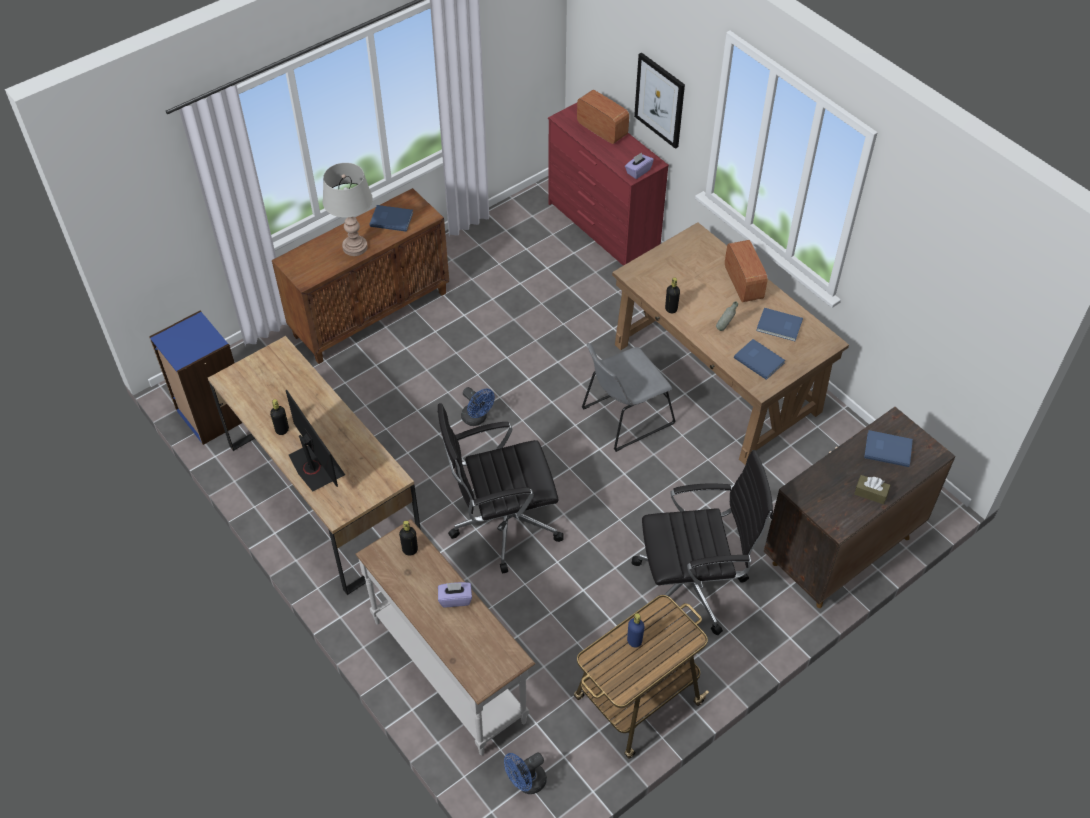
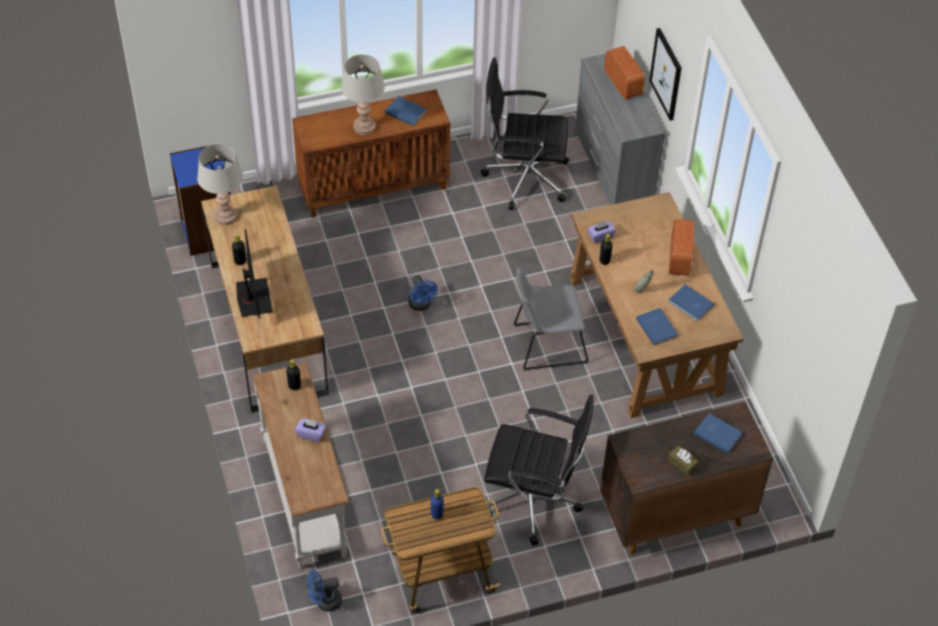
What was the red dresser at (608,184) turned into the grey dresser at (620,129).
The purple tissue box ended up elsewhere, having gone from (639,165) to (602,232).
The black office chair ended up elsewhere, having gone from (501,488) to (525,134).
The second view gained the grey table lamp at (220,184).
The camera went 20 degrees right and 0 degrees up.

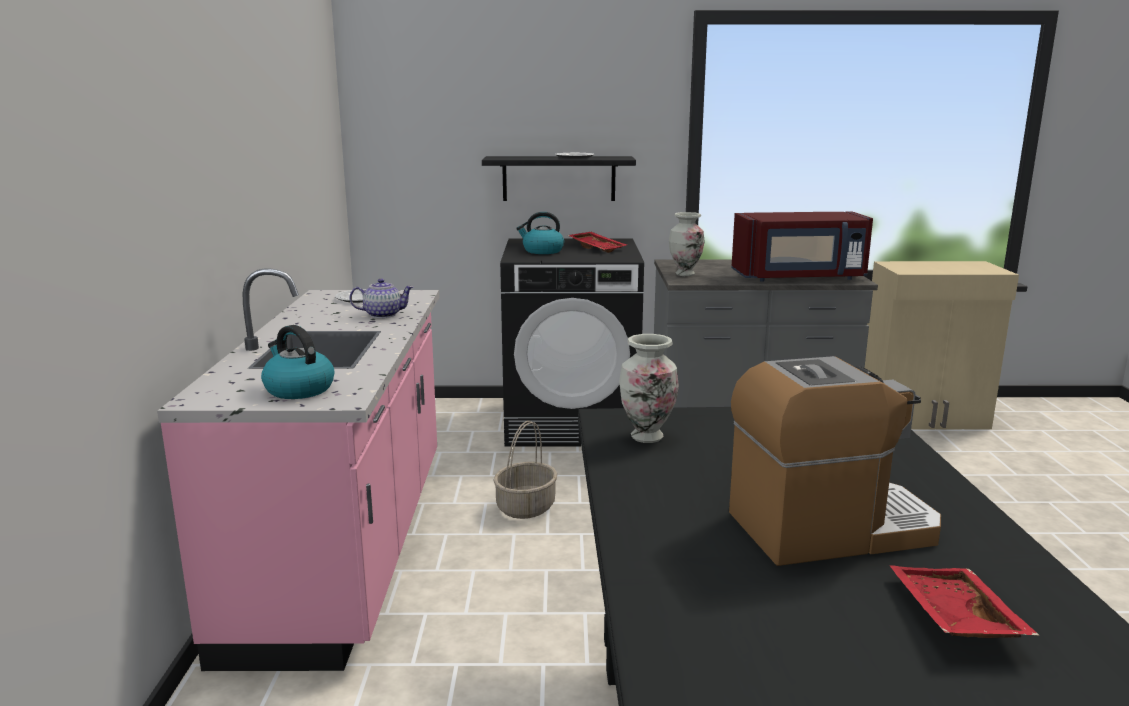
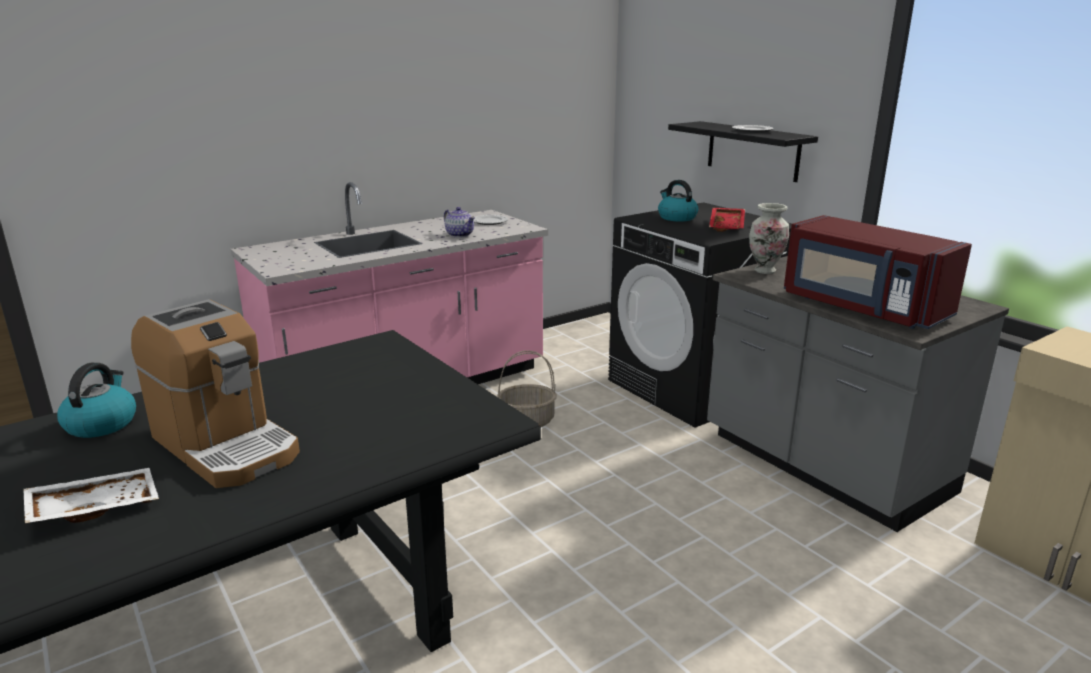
The kettle ended up elsewhere, having gone from (297,362) to (96,400).
The second view lost the vase at (649,388).
What was the red tray at (964,601) turned into the white tray at (91,495).
The camera went 55 degrees right and 5 degrees up.

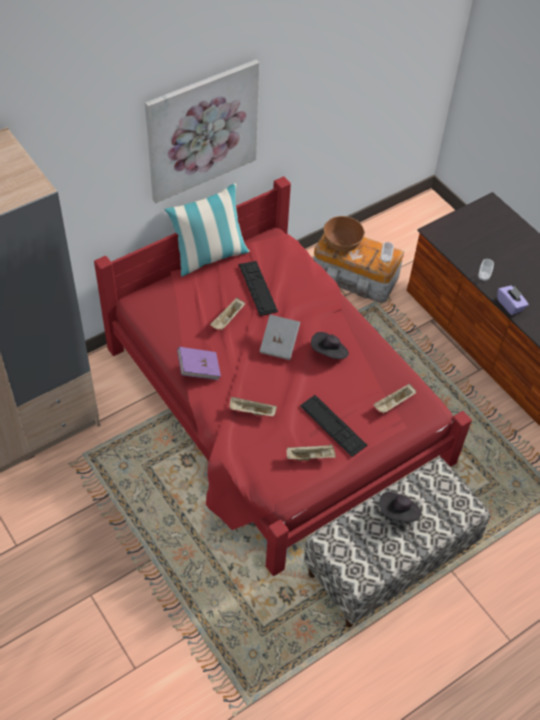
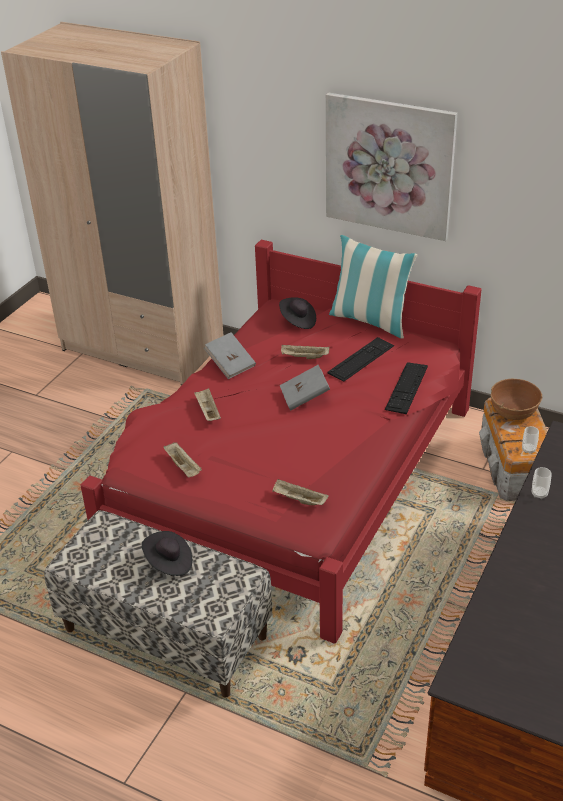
The second view lost the purple tissue box at (513,300).
The black hat ended up elsewhere, having gone from (330,345) to (297,313).
What was the purple book at (199,363) turned into the grey book at (230,355).
The keyboard ended up elsewhere, having gone from (333,426) to (406,388).
The camera went 65 degrees right and 15 degrees down.

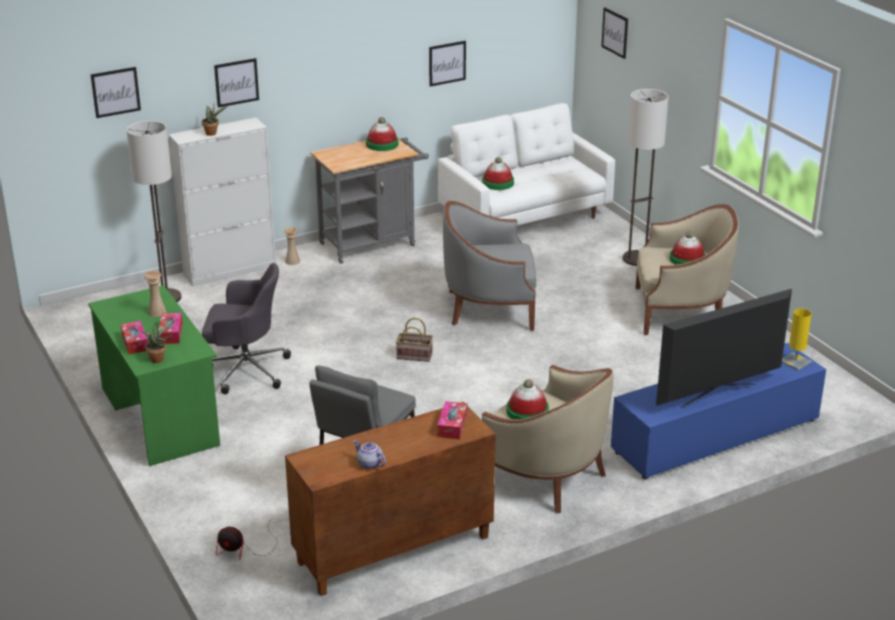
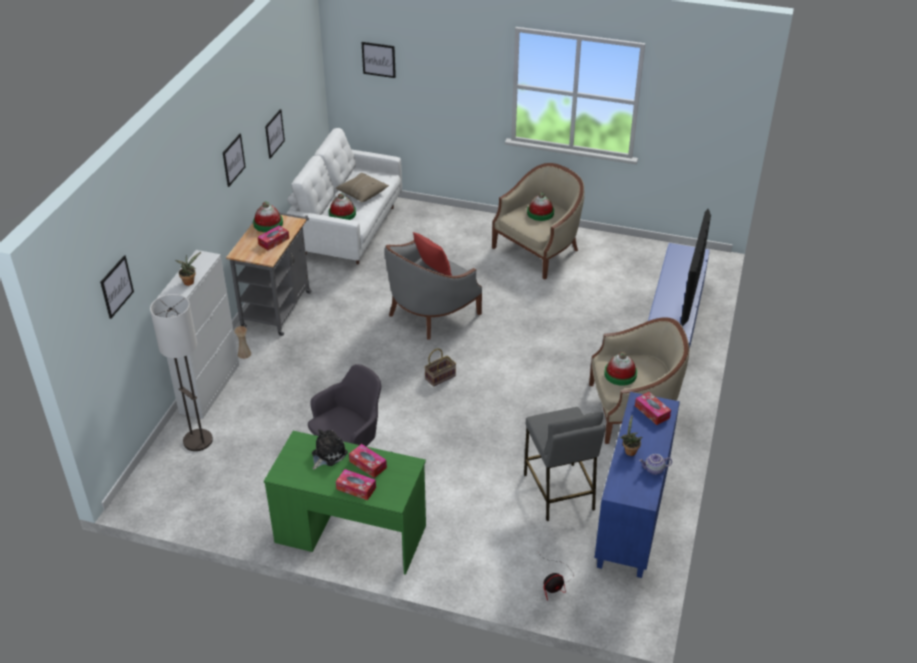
The picture ended up elsewhere, having gone from (236,83) to (234,160).
The second view lost the floor lamp at (646,177).
Where the beige vase stood at (155,294), the plush toy came to stand at (330,449).
The second view lost the yellow table lamp at (797,339).
The potted plant ended up elsewhere, having gone from (157,341) to (631,435).
What was the brown cabinet at (390,499) turned into the blue cabinet at (637,485).
The second view gained the beige pillow at (362,187).
The second view gained the tissue box at (273,238).
The second view gained the red pillow at (432,254).
The camera went 45 degrees left and 10 degrees up.

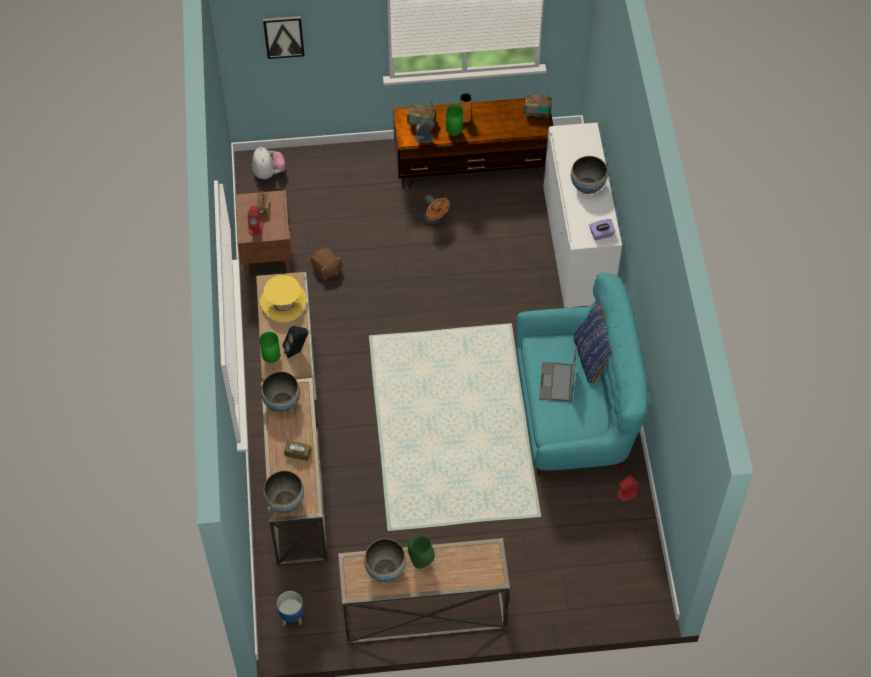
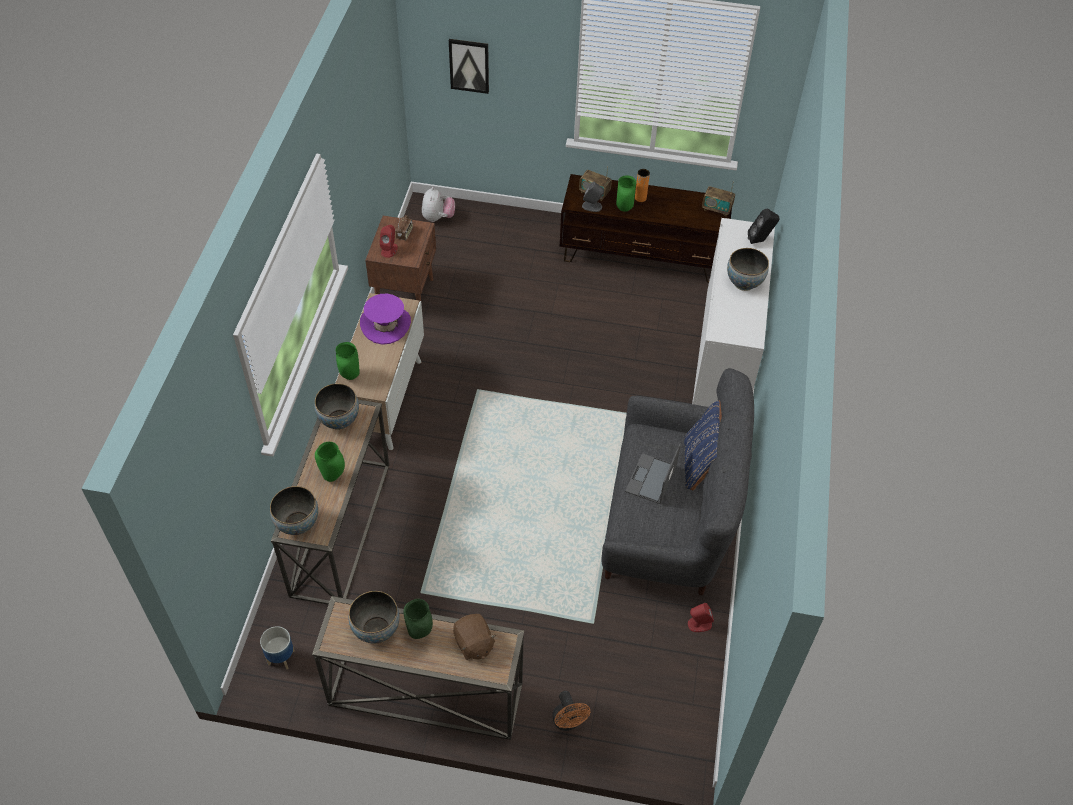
The orange fan ended up elsewhere, having gone from (436,210) to (571,711).
The second view lost the purple tissue box at (602,229).
The brown plush toy ended up elsewhere, having gone from (326,264) to (474,637).
What was the turquoise sofa at (582,374) turned into the grey sofa at (677,482).
What was the yellow hat at (283,299) turned into the purple hat at (385,319).
The black speaker ended up elsewhere, having gone from (295,342) to (763,226).
Where the brown tissue box stood at (297,450), the green vase came to stand at (330,462).
The camera went 15 degrees right and 5 degrees down.

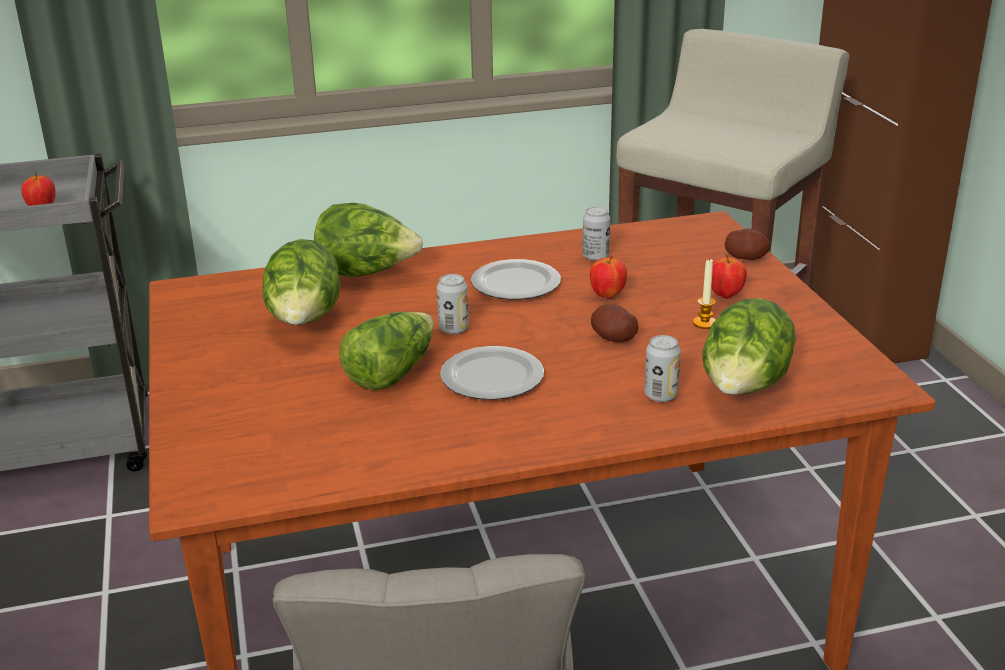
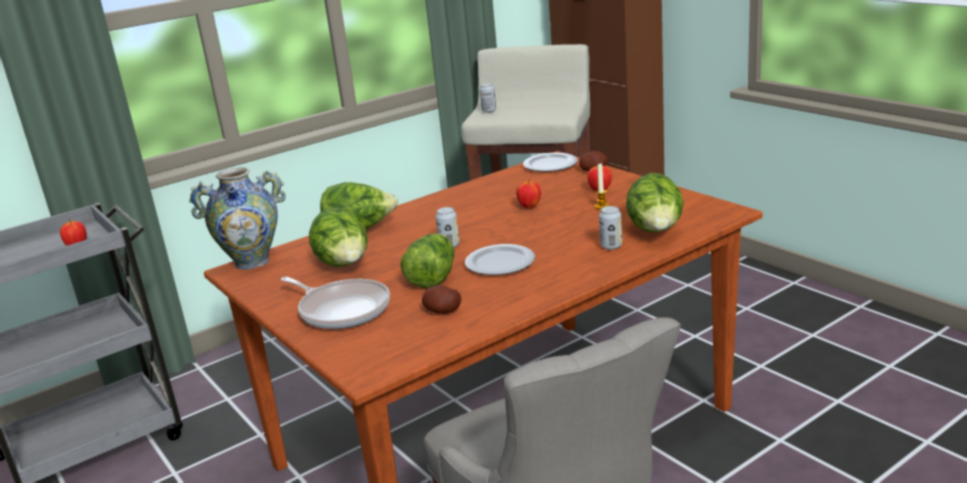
The can ended up elsewhere, having gone from (596,234) to (488,98).
The plate ended up elsewhere, having gone from (516,279) to (550,162).
The potato ended up elsewhere, having gone from (615,323) to (441,299).
The second view gained the vase at (237,218).
The second view gained the frying pan at (335,303).
The camera went 20 degrees left and 5 degrees down.

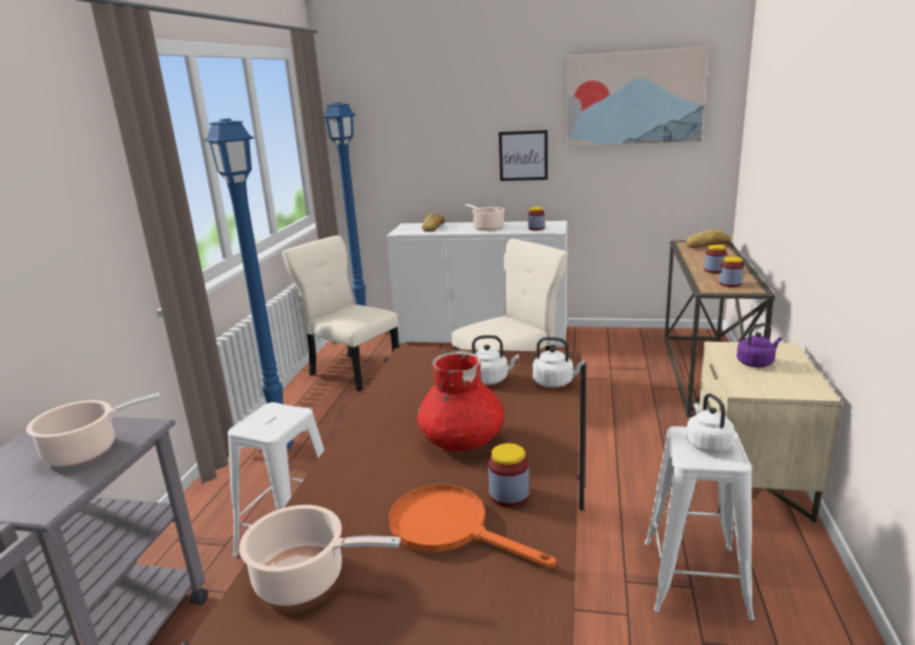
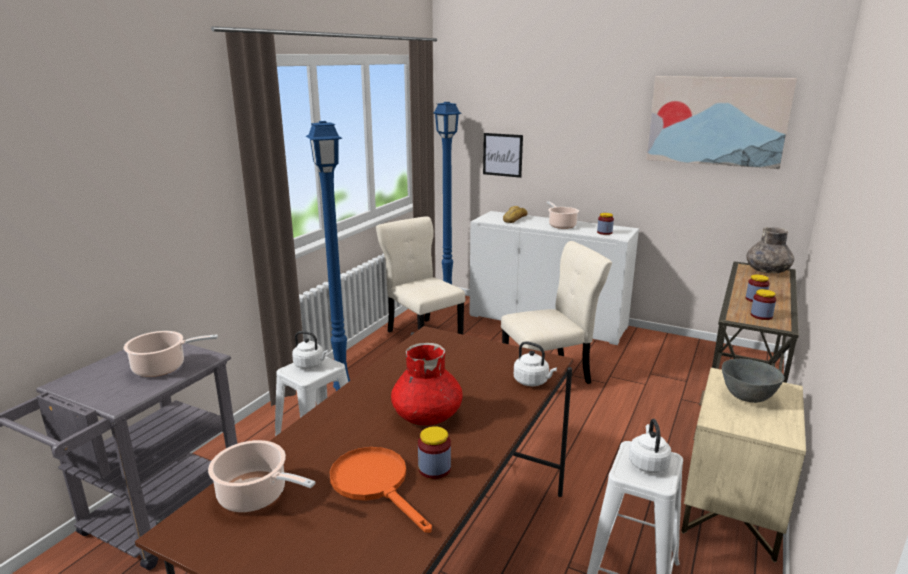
The picture ended up elsewhere, having gone from (523,155) to (503,155).
Where the bread stood at (708,238), the grey vase came to stand at (770,250).
Where the purple kettle stood at (759,345), the grey bowl came to stand at (753,381).
The white kettle ended up elsewhere, having gone from (495,360) to (310,350).
The camera went 15 degrees right and 0 degrees up.

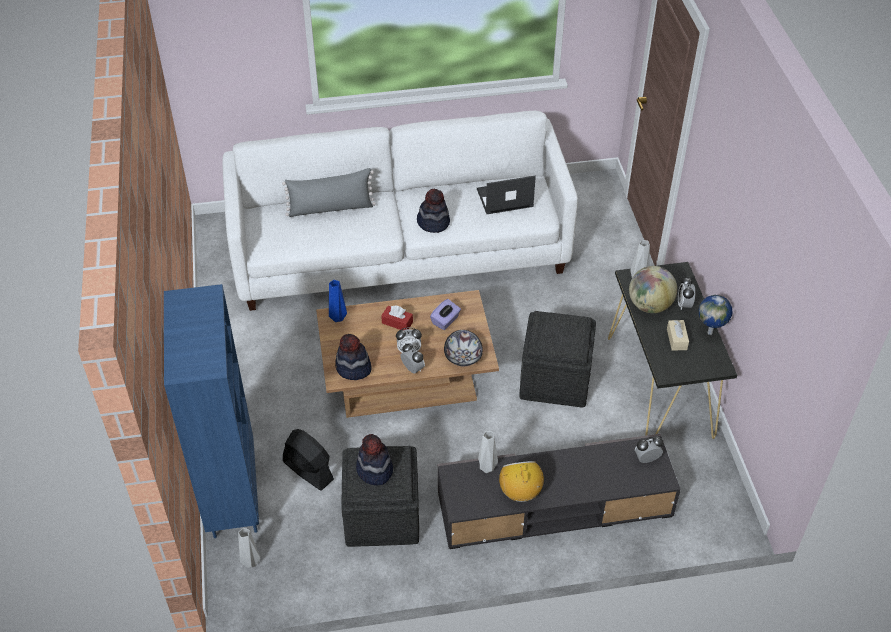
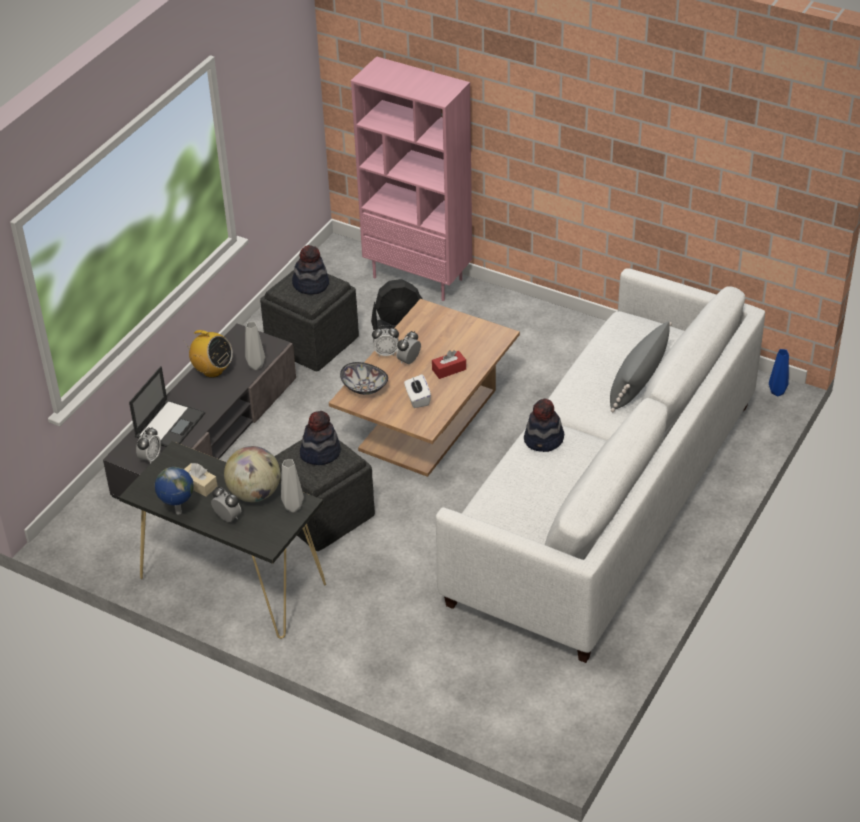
The laptop ended up elsewhere, having gone from (506,194) to (167,406).
The blue vase ended up elsewhere, having gone from (338,301) to (779,372).
What was the blue bookcase at (211,411) turned into the pink bookcase at (411,178).
What was the purple tissue box at (445,314) turned into the white tissue box at (417,391).
The hat ended up elsewhere, having gone from (353,357) to (320,438).
The second view lost the grey vase at (249,548).
The camera went 130 degrees right and 5 degrees down.

